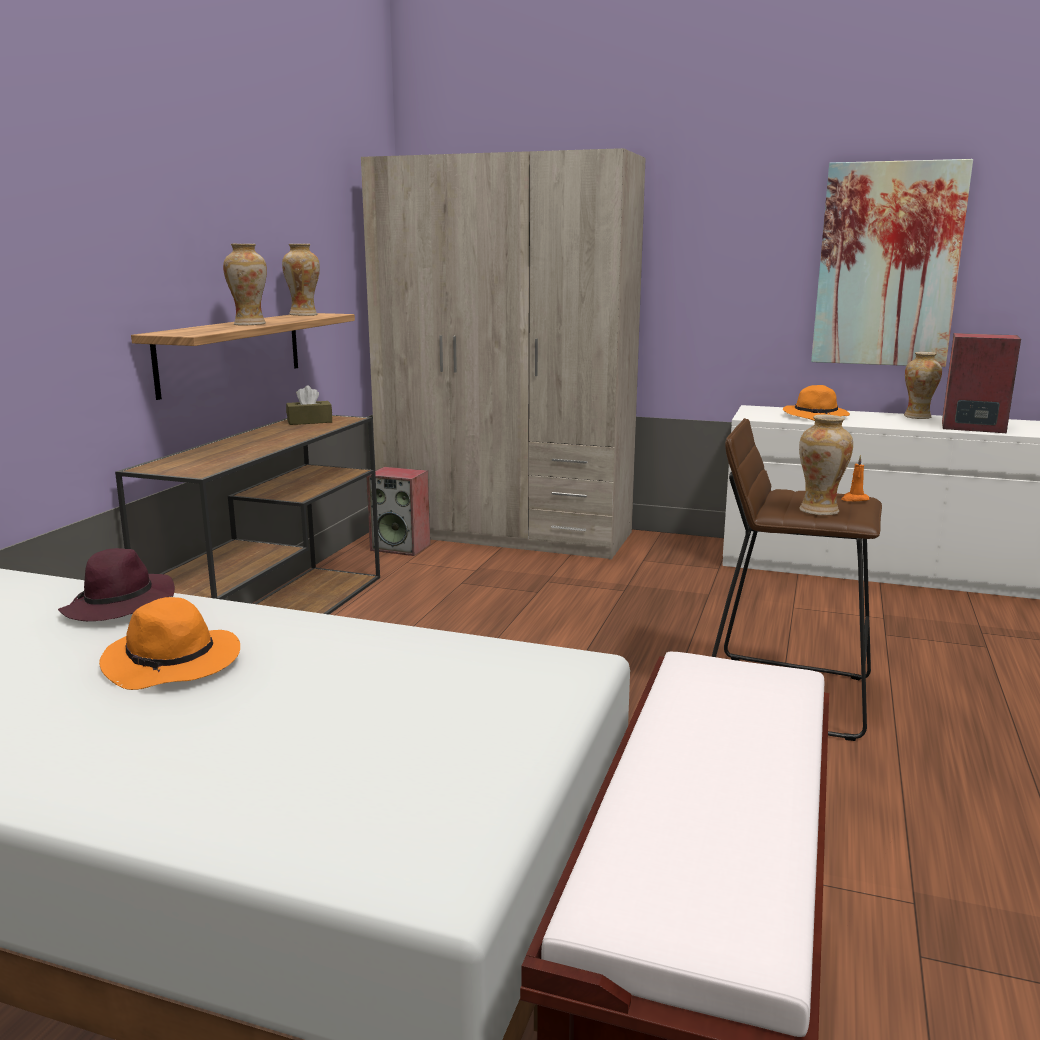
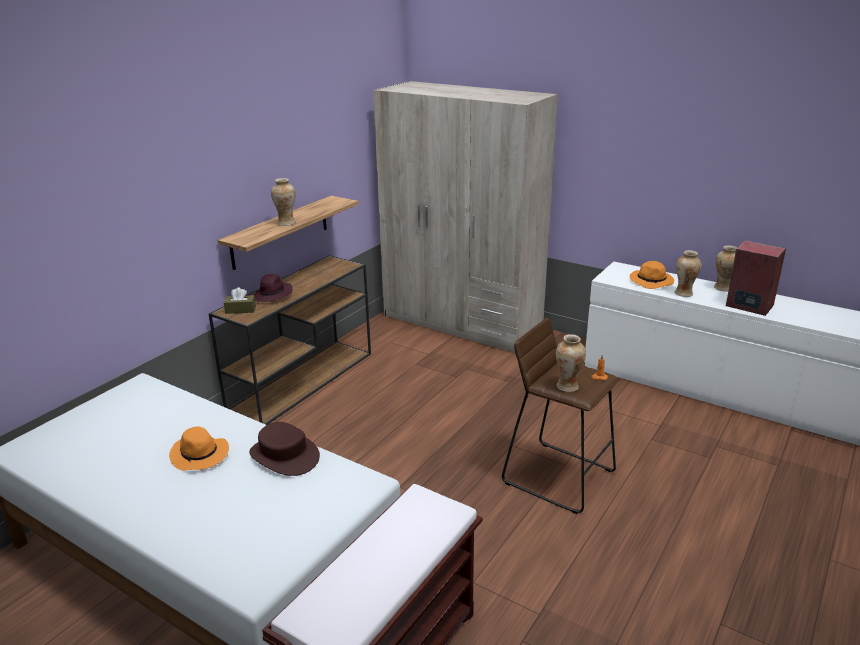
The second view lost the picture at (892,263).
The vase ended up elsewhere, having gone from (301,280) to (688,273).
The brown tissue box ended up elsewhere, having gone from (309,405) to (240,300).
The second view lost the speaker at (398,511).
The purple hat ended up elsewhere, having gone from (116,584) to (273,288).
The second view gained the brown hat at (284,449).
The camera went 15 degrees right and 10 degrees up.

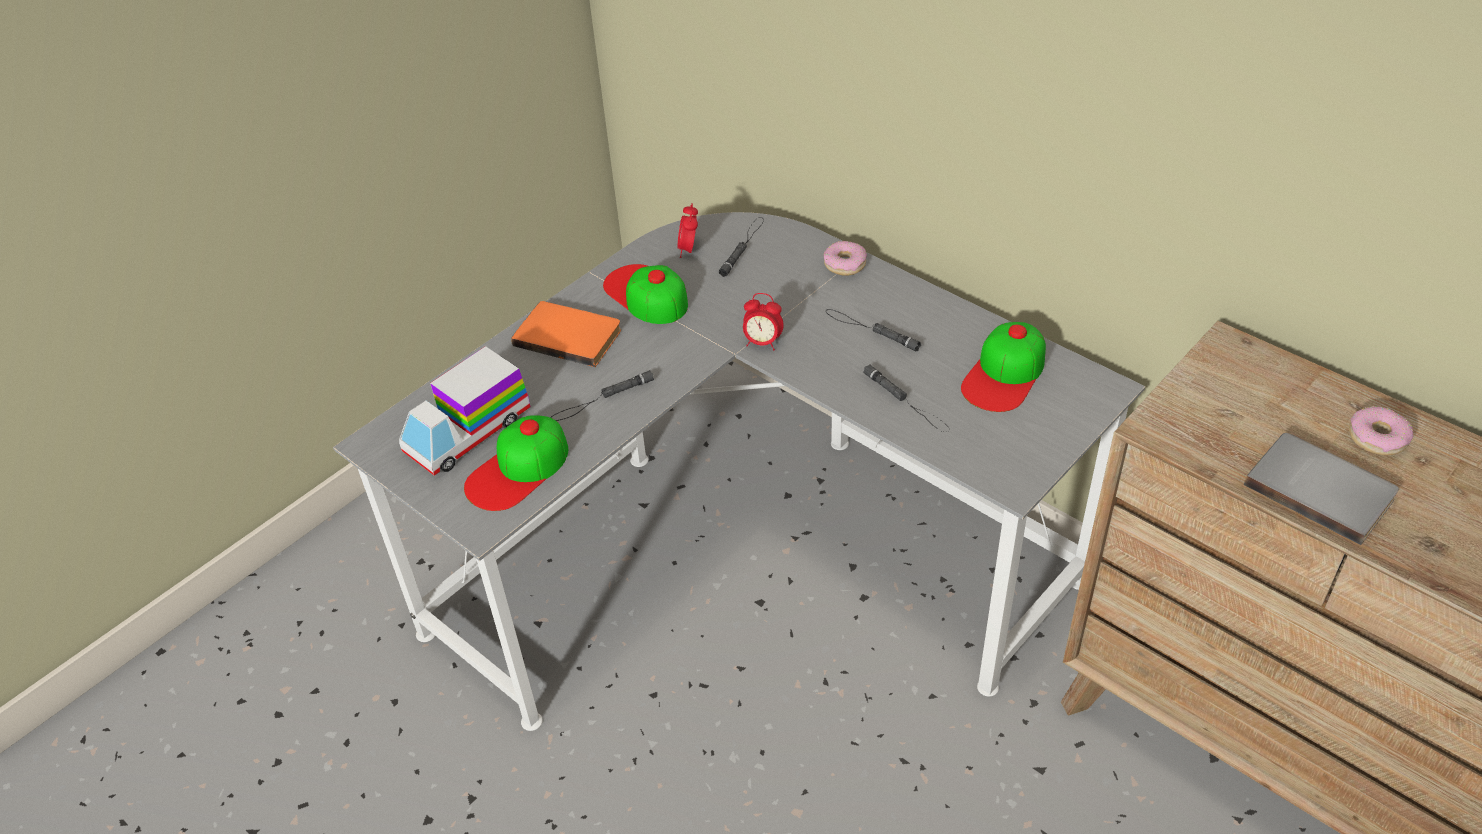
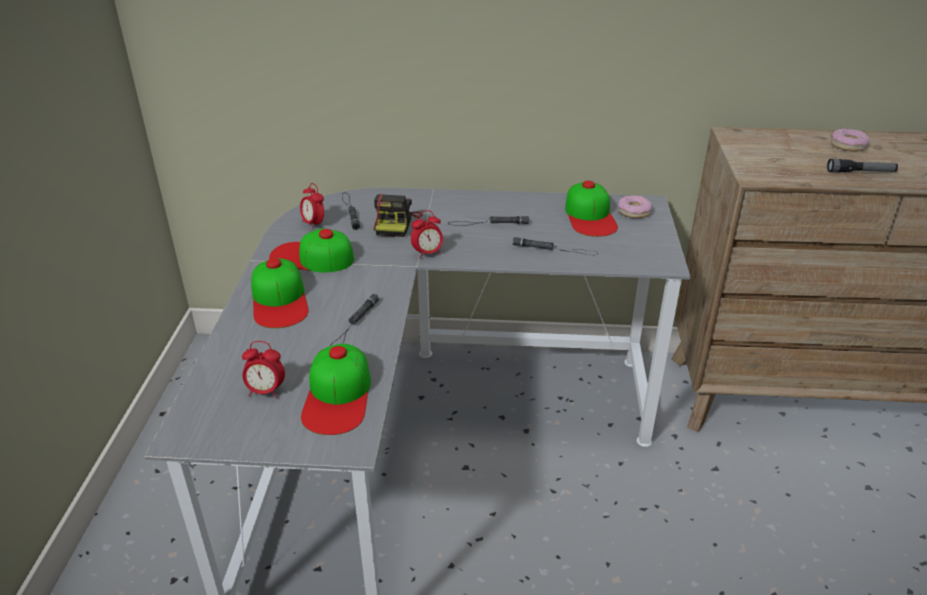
The donut ended up elsewhere, having gone from (845,258) to (635,206).
Where the orange book stood at (566,334), the cap came to stand at (280,293).
Where the toy truck stood at (464,411), the alarm clock came to stand at (263,369).
Where the grey book stood at (1321,489), the flashlight came to stand at (862,165).
The second view gained the photo camera at (398,215).
The camera went 40 degrees left and 10 degrees down.

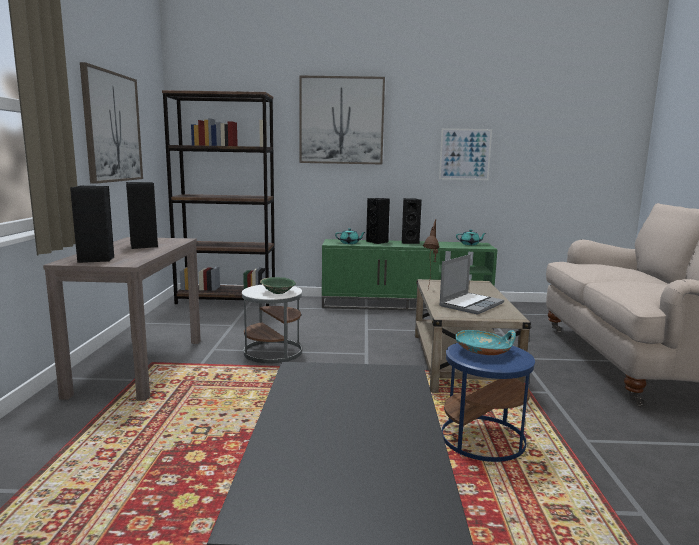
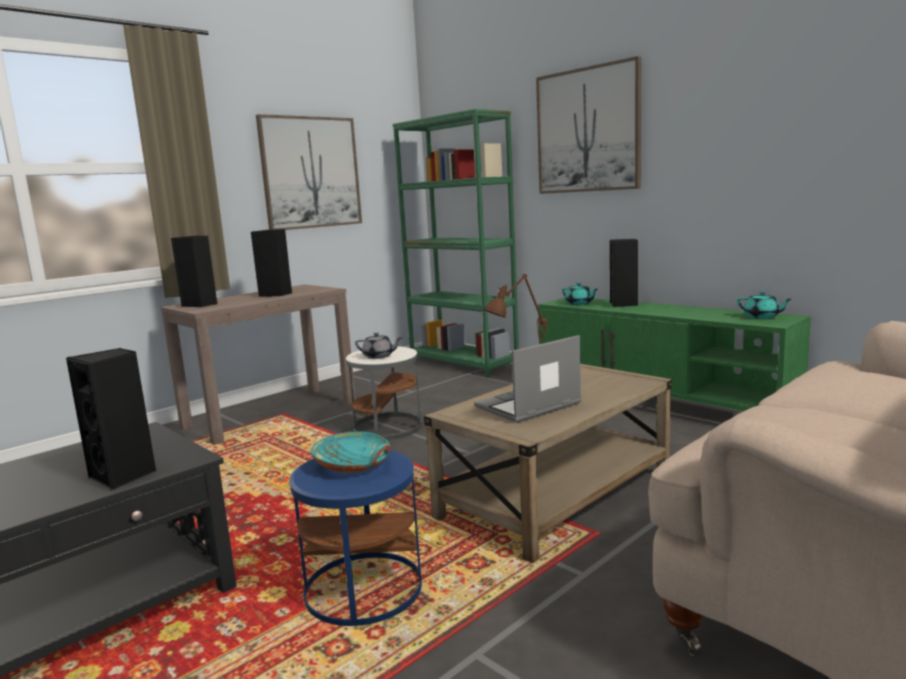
What was the brown bookcase at (218,198) turned into the green bookcase at (456,243).
The second view lost the picture at (465,154).
The black speaker ended up elsewhere, having gone from (412,221) to (111,419).
The laptop at (471,284) ended up facing another way, 150 degrees clockwise from before.
Where the green bowl stood at (278,285), the grey teapot came to stand at (378,346).
The camera went 45 degrees right and 0 degrees up.

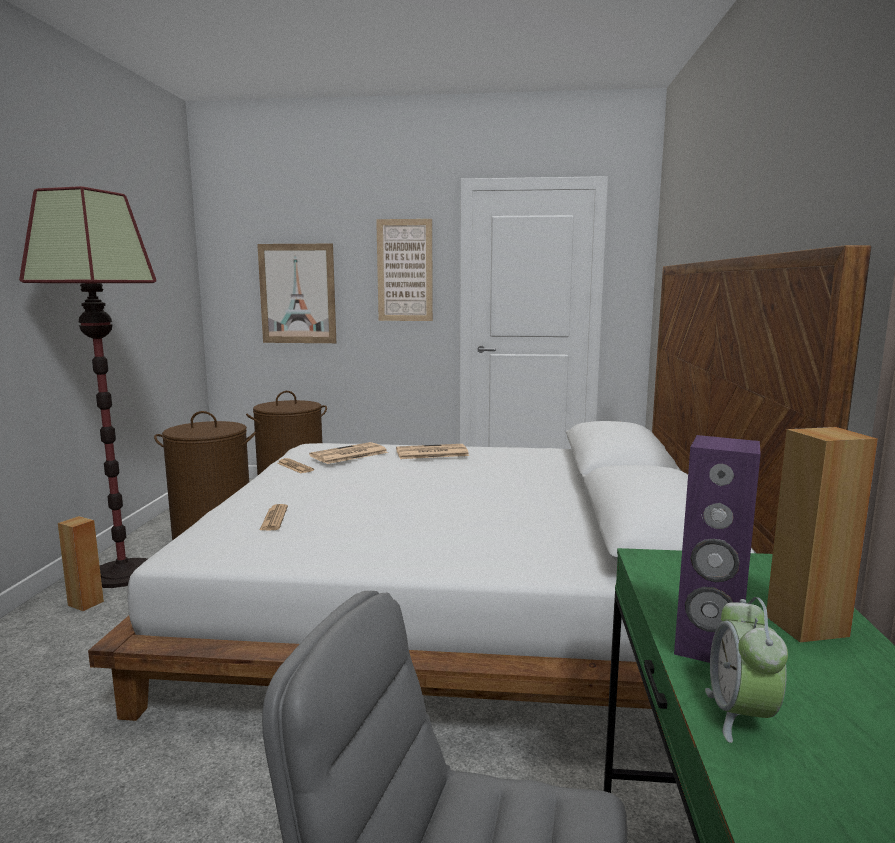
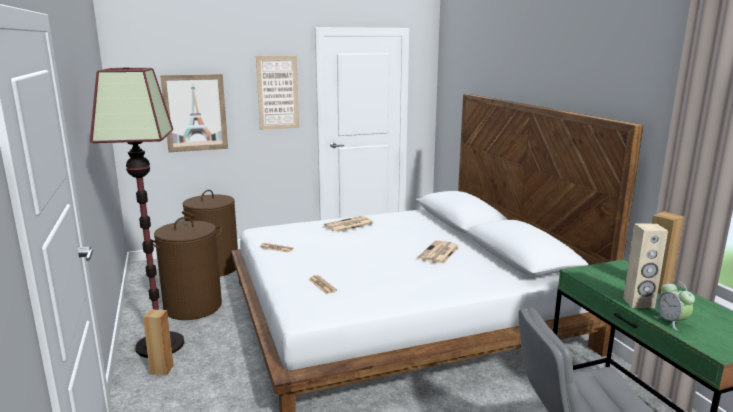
What was the purple speaker at (717,549) turned into the beige speaker at (645,265).
The newspaper ended up elsewhere, having gone from (348,453) to (438,252).
The camera went 25 degrees left and 5 degrees up.

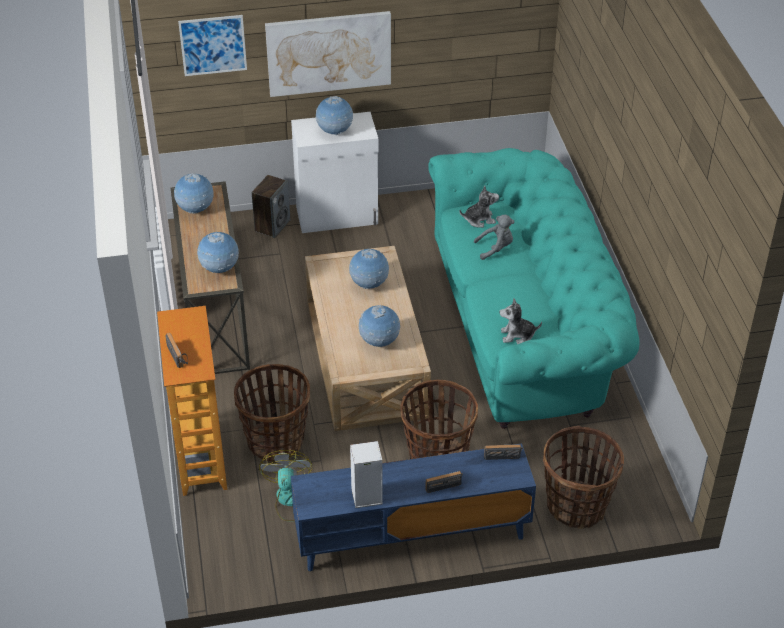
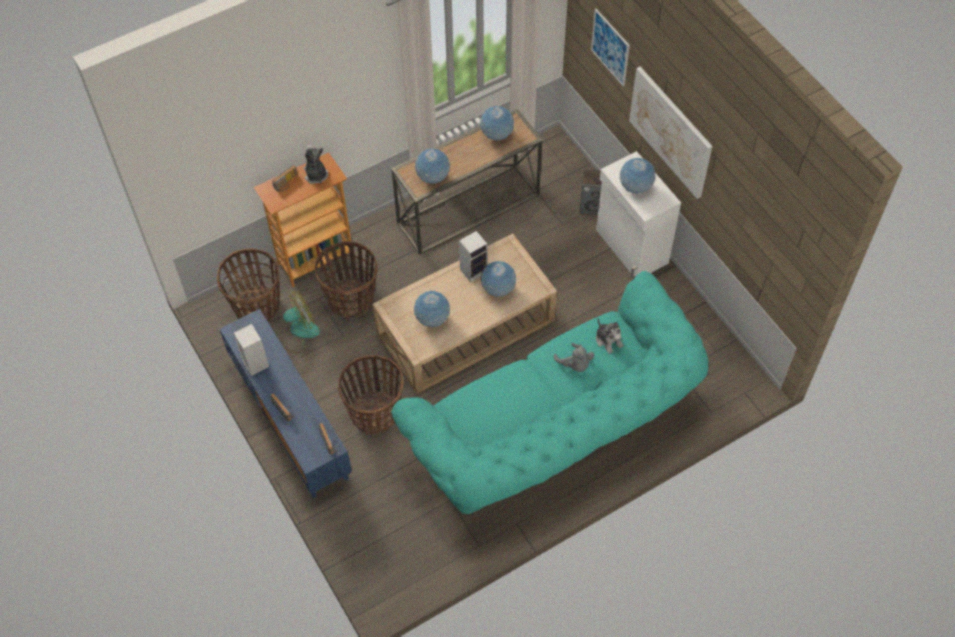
The plush toy ended up elsewhere, having gone from (521,321) to (316,164).
The basket ended up elsewhere, having gone from (583,477) to (248,285).
The second view gained the speaker at (473,256).
The camera went 70 degrees right and 15 degrees up.

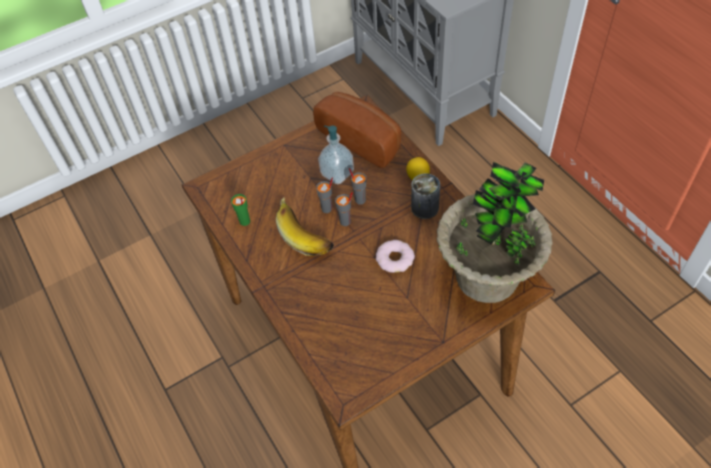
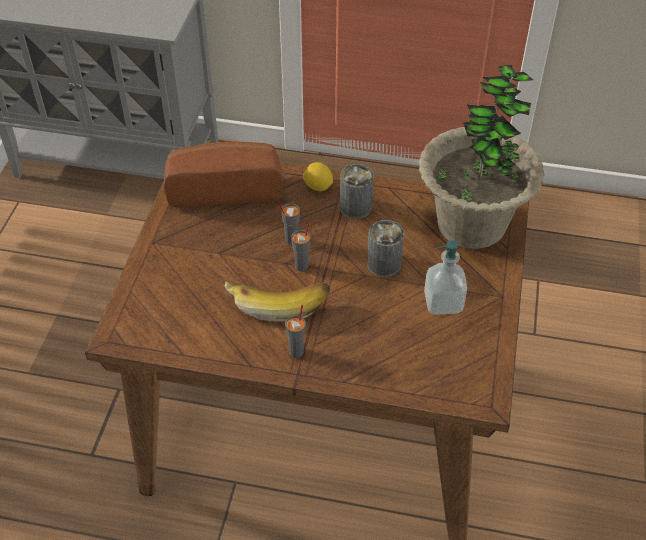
The soap dispenser ended up elsewhere, having gone from (336,154) to (445,277).
The grey cup ended up elsewhere, having gone from (324,195) to (295,331).
The second view lost the green cup at (240,210).
Where the donut stood at (395,256), the can came to stand at (385,248).
The camera went 50 degrees left and 5 degrees down.

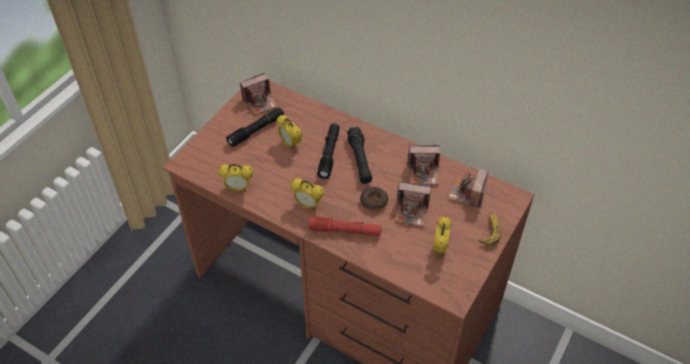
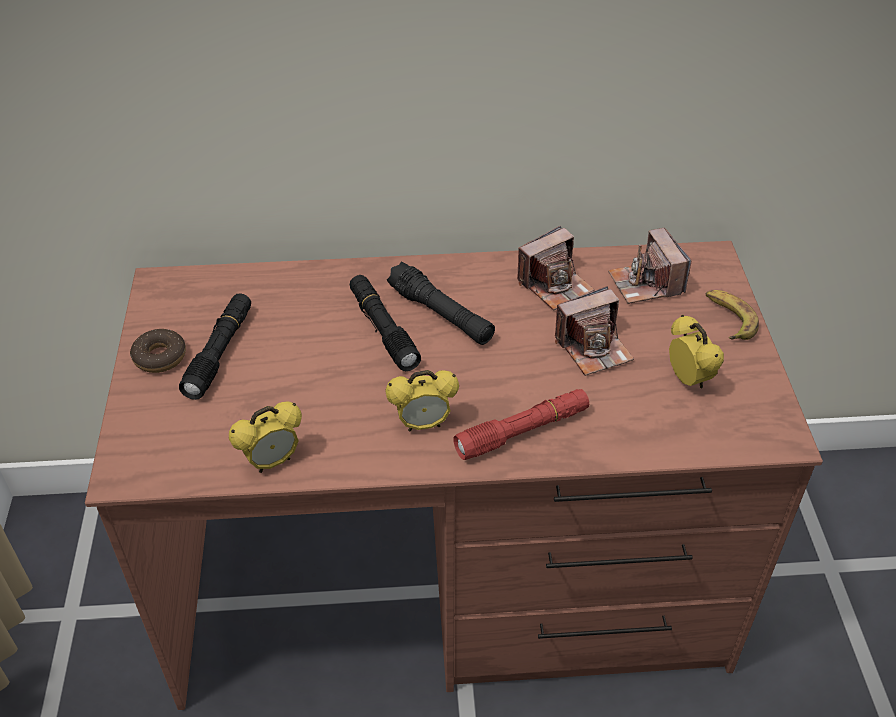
The second view lost the photo camera at (259,94).
The second view lost the alarm clock at (289,132).
The donut ended up elsewhere, having gone from (374,199) to (158,351).
The camera went 35 degrees left and 5 degrees down.

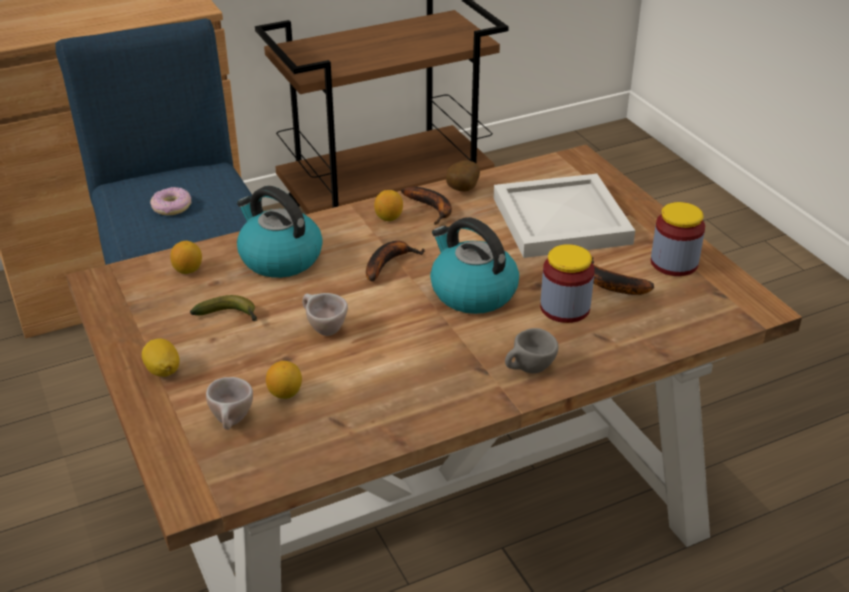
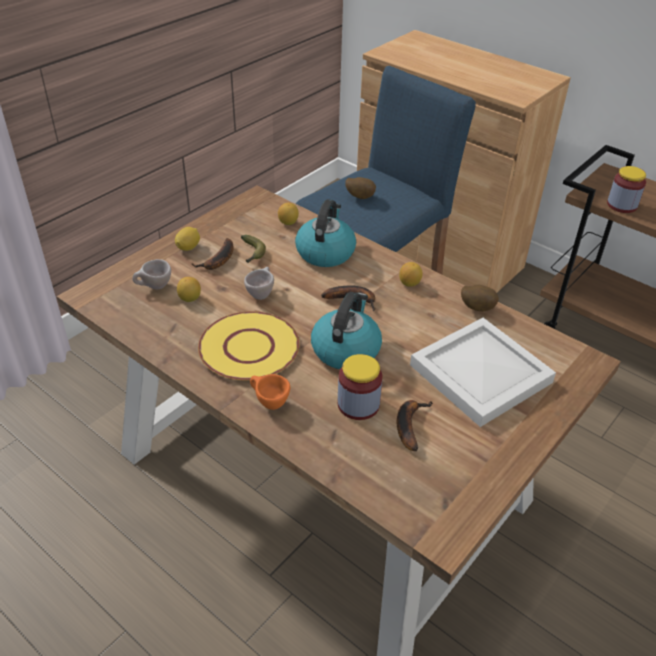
The banana ended up elsewhere, having gone from (426,205) to (213,254).
Where the donut stood at (171,201), the potato came to stand at (361,188).
The jar ended up elsewhere, having gone from (678,239) to (626,189).
What was the grey cup at (532,351) turned into the orange cup at (270,392).
The second view gained the yellow plate at (249,346).
The camera went 65 degrees right and 5 degrees up.

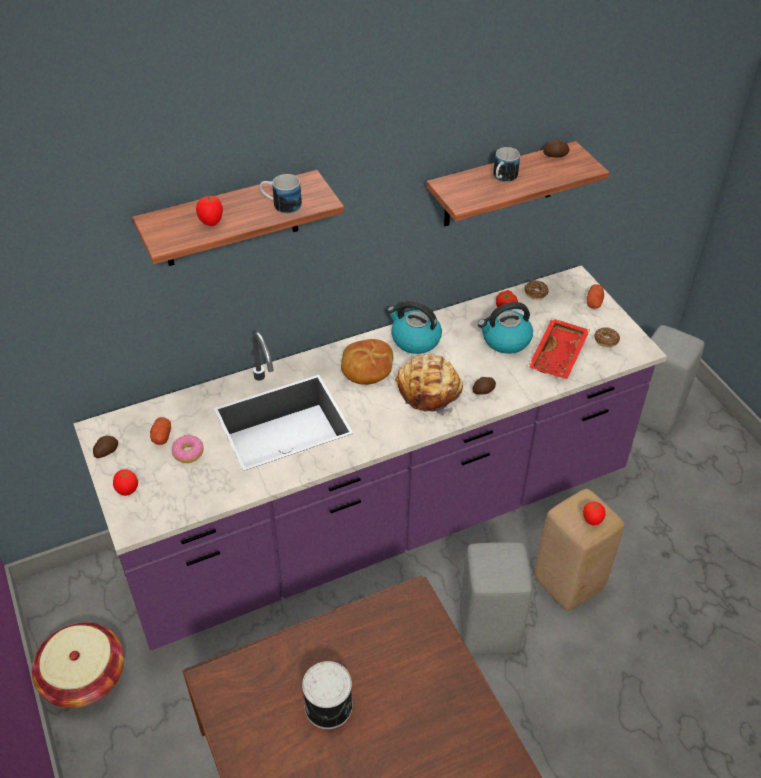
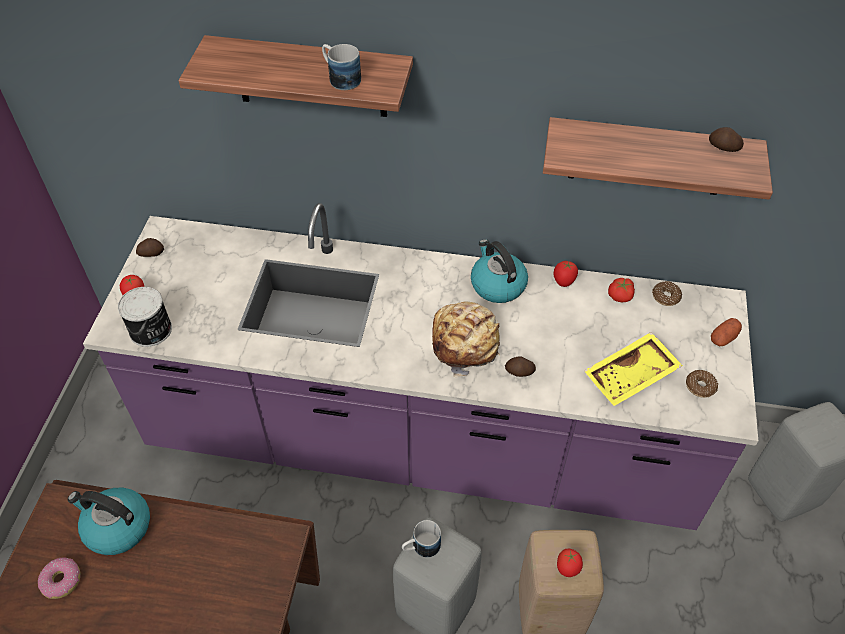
The mug ended up elsewhere, having gone from (506,164) to (421,538).
The tomato ended up elsewhere, having gone from (209,210) to (566,274).
The kettle ended up elsewhere, having gone from (505,328) to (109,521).
What was the red tray at (559,348) turned into the yellow tray at (633,369).
The second view lost the bread at (367,362).
The second view lost the potato at (160,431).
The donut ended up elsewhere, having gone from (188,449) to (59,578).
The second view lost the basket at (78,665).
The can ended up elsewhere, having gone from (327,695) to (145,317).
The camera went 35 degrees right and 5 degrees up.

